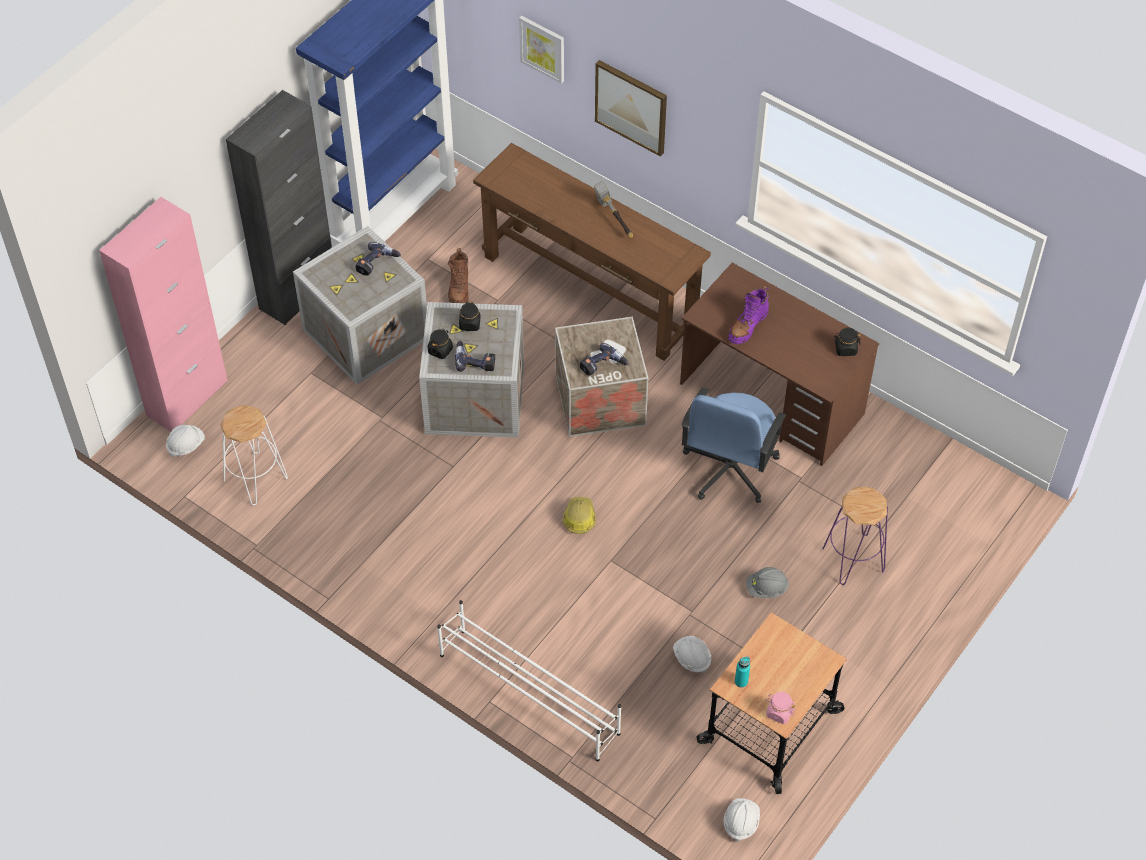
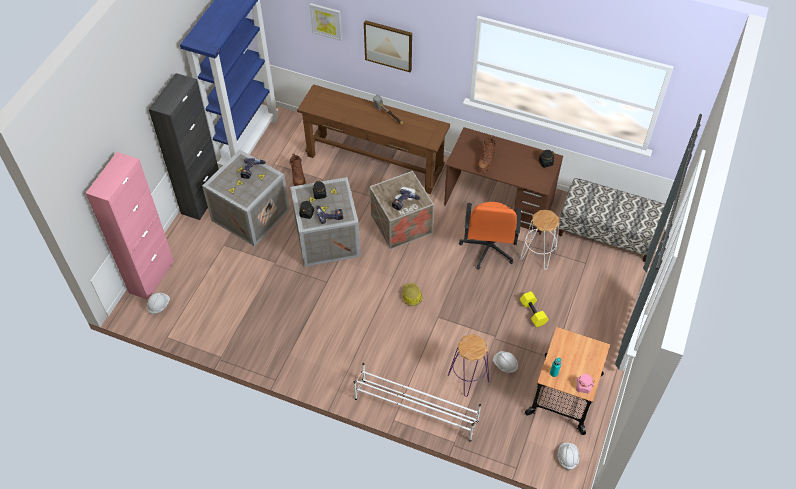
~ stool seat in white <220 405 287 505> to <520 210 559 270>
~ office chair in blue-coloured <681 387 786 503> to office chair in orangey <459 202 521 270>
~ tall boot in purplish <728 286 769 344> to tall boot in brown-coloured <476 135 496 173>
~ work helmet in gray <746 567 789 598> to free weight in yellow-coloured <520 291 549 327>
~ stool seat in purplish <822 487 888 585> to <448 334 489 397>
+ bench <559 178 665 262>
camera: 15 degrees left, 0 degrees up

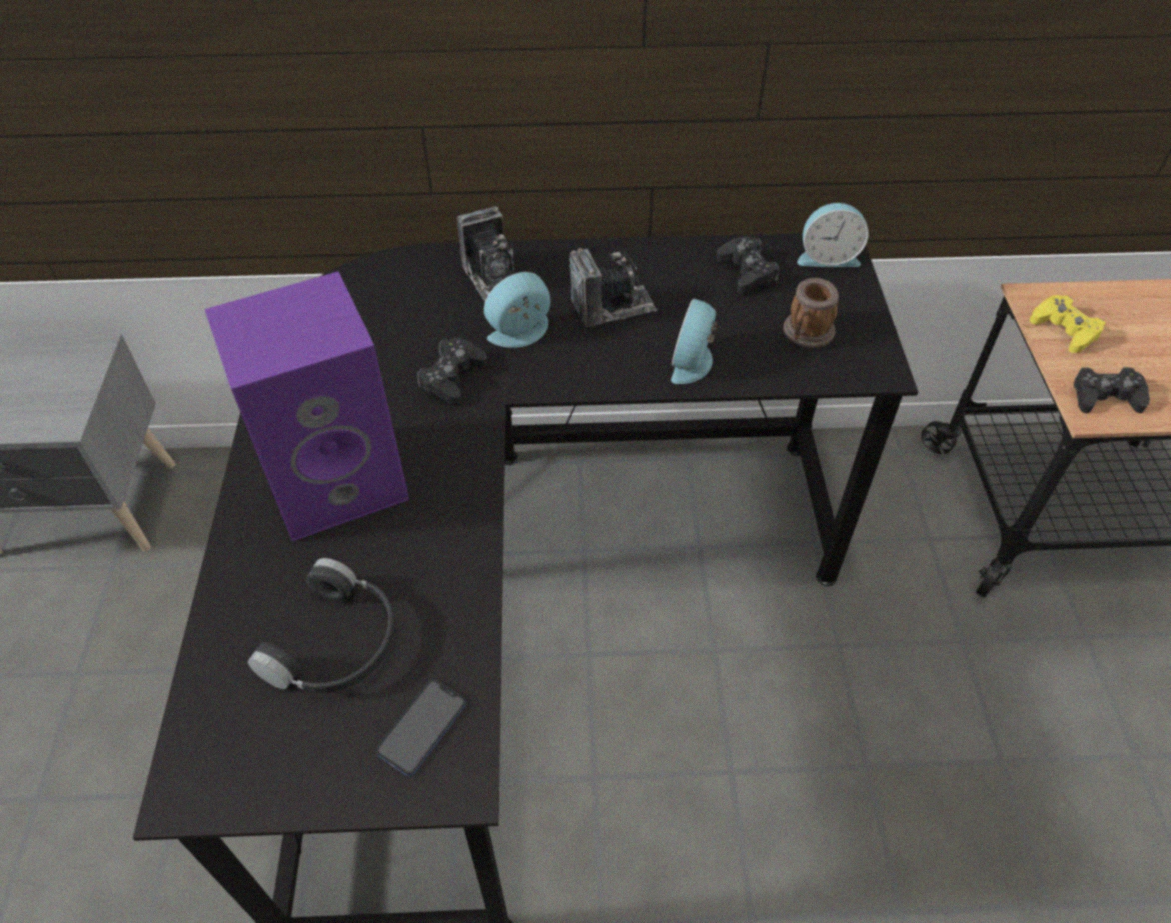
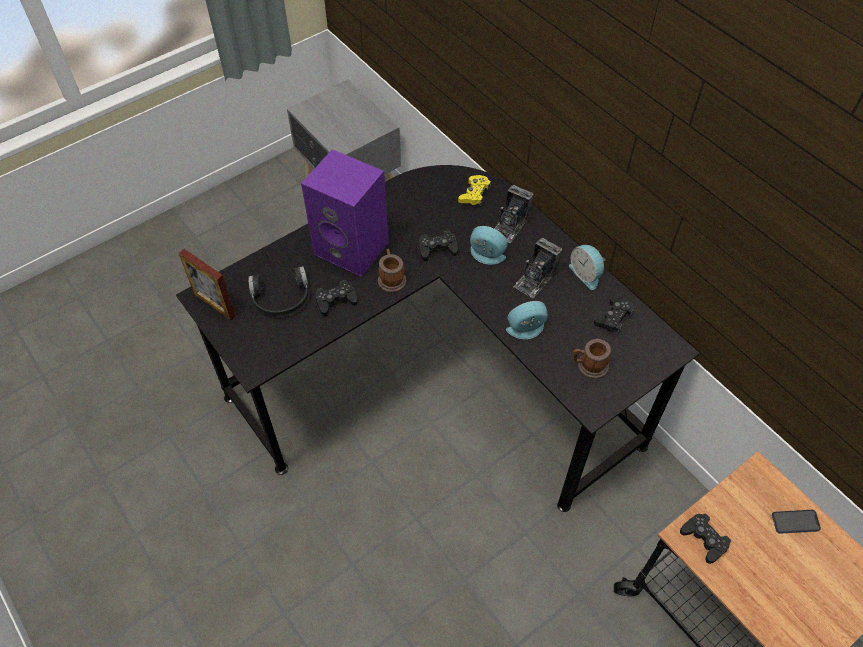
~ handset <376 679 466 776> to <772 510 821 534>
~ photo camera <569 248 657 327> = <513 238 562 298> 90 degrees clockwise
~ bedside clock <797 203 869 267> to <569 245 605 290>
~ gamepad in yellow-coloured <1030 295 1106 353> to <458 175 491 207>
+ picture frame <179 249 236 320>
+ gamepad in black <315 280 358 316>
+ coffee mug <378 249 407 293>
camera: 55 degrees right, 5 degrees up

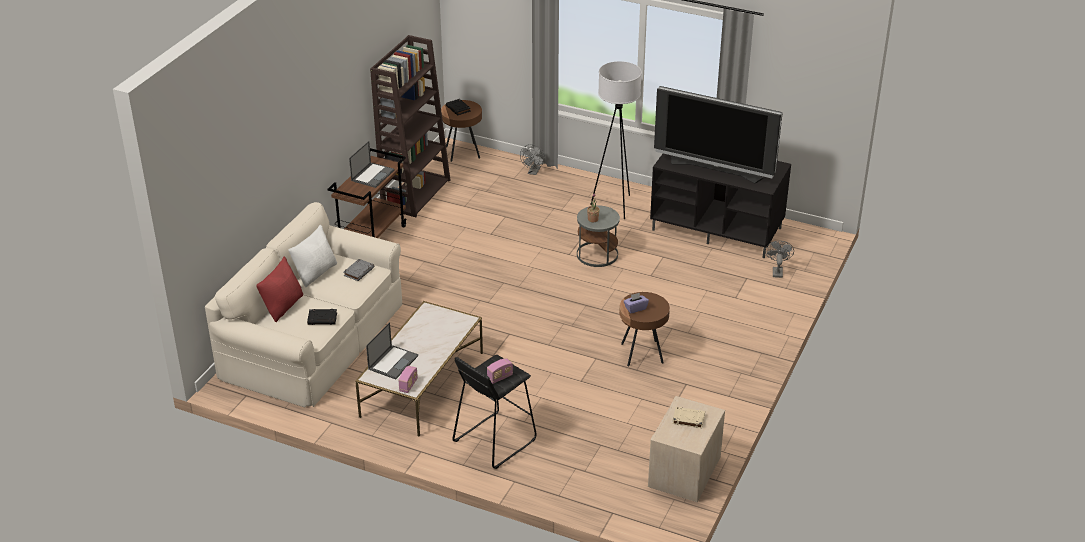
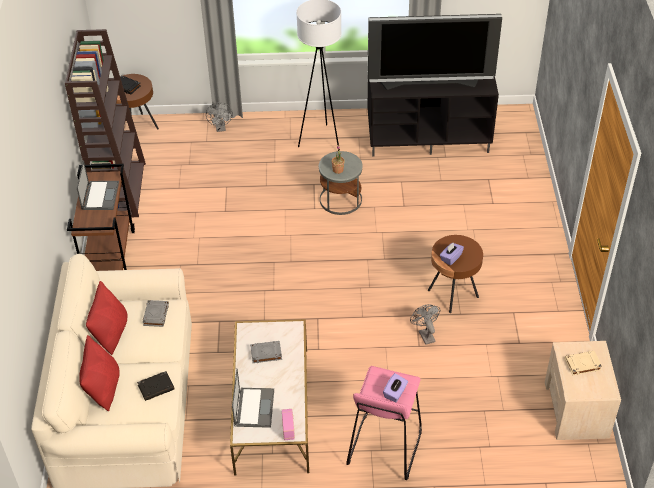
~ throw pillow in white <289 225 337 287> to throw pillow in red-coloured <86 281 127 355>
~ stool seat in black <453 355 537 469> to stool seat in pink <346 366 422 480>
~ radio receiver <487 358 513 384> to box of tissues in purplish <383 373 408 402>
~ electric fan in gray <765 241 794 278> to <410 304 440 345>
+ bound book in gray <250 341 282 363>
camera: 25 degrees left, 10 degrees up

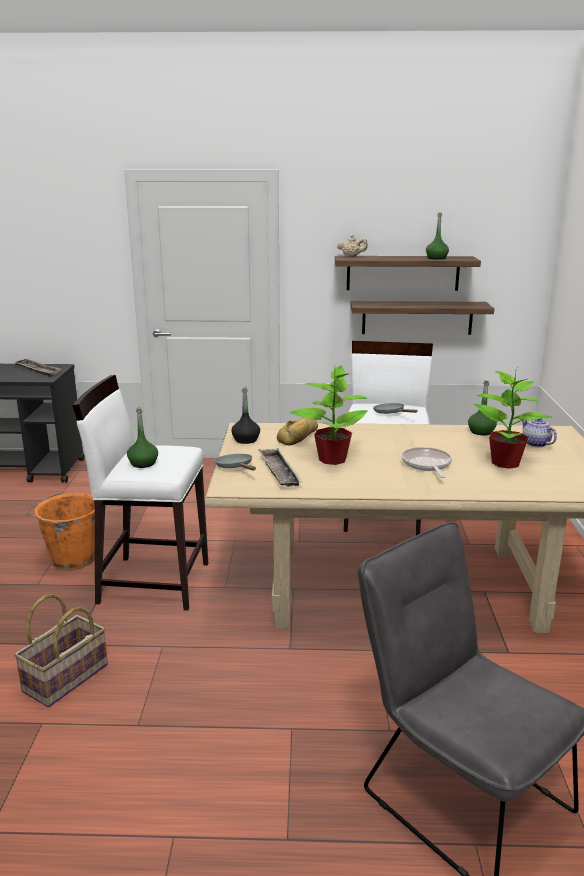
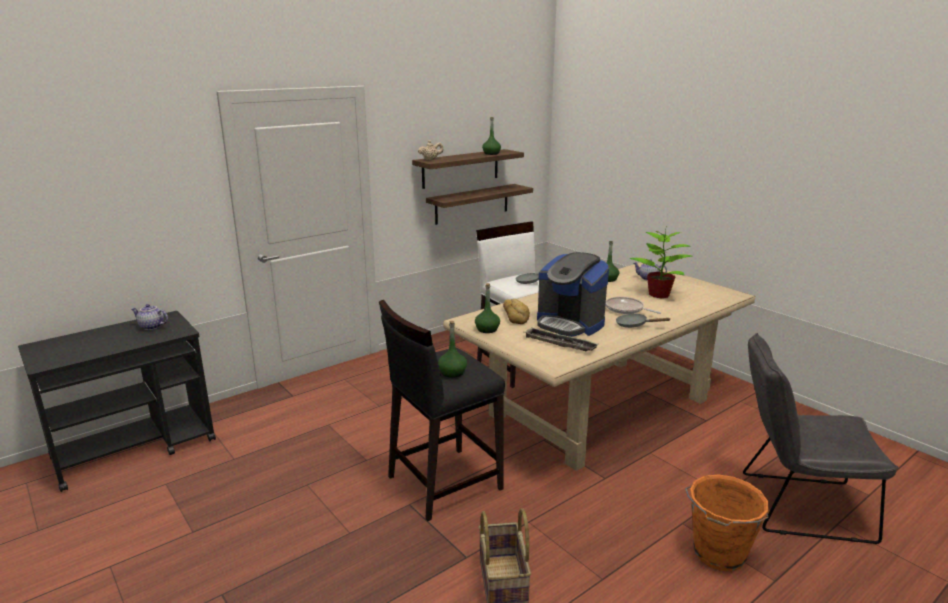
~ tray <13 359 61 377> to teapot <132 304 168 330>
~ bucket in orangey <26 493 95 571> to <685 474 769 571>
~ stool seat in white <72 375 208 611> to stool seat in black <379 300 505 521>
~ skillet in gray <214 454 256 470> to <616 314 671 328>
~ beverage bottle in black <231 387 260 444> to beverage bottle in green <475 283 500 333>
~ houseplant <290 366 368 465> to coffee machine <537 252 609 337>
camera: 40 degrees left, 0 degrees up

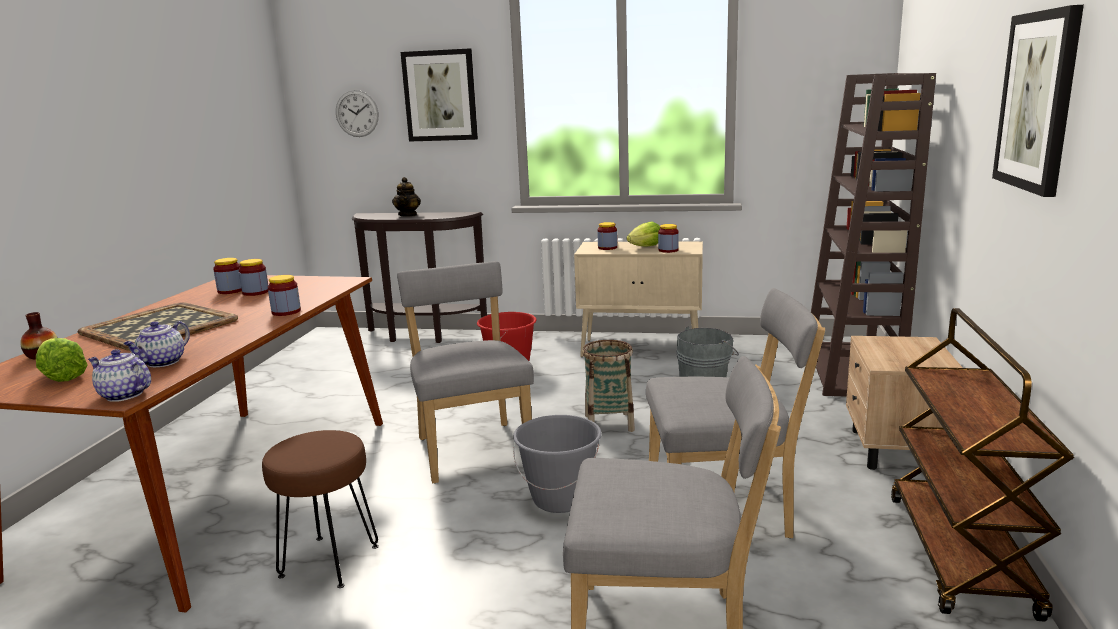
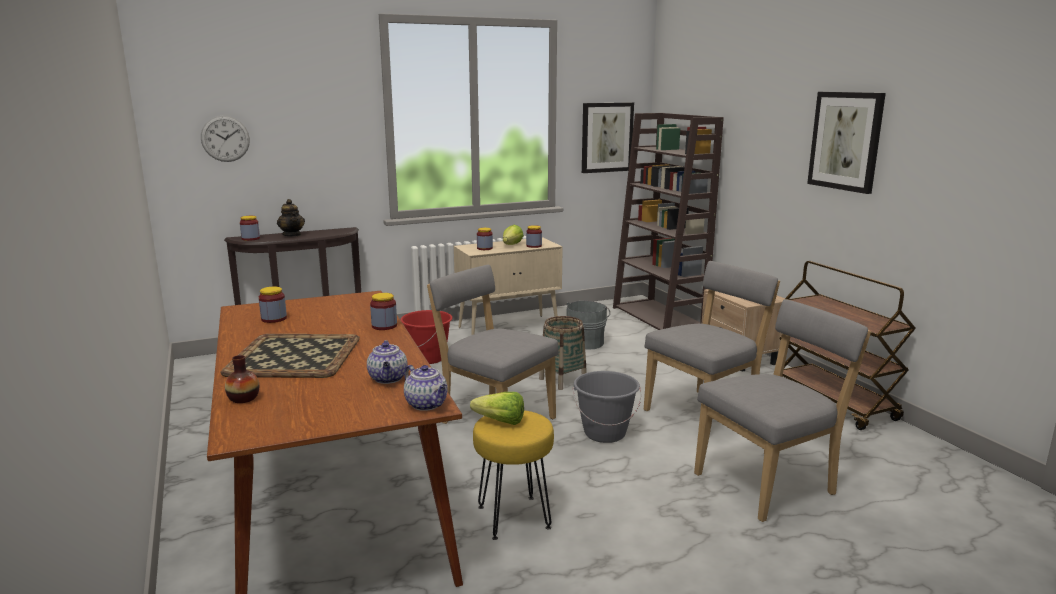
~ head of lettuce <36 338 88 382> to <470 392 524 425>
~ teapot <88 349 151 402> = <404 365 448 411> 120 degrees counterclockwise
~ preserve jar <239 259 268 296> to <240 216 260 241>
~ stool seat in brown-coloured <262 430 379 588> to stool seat in yellow-coloured <473 410 554 540>
~ wall picture <401 48 478 142> to <582 102 634 173>
camera: 35 degrees left, 0 degrees up

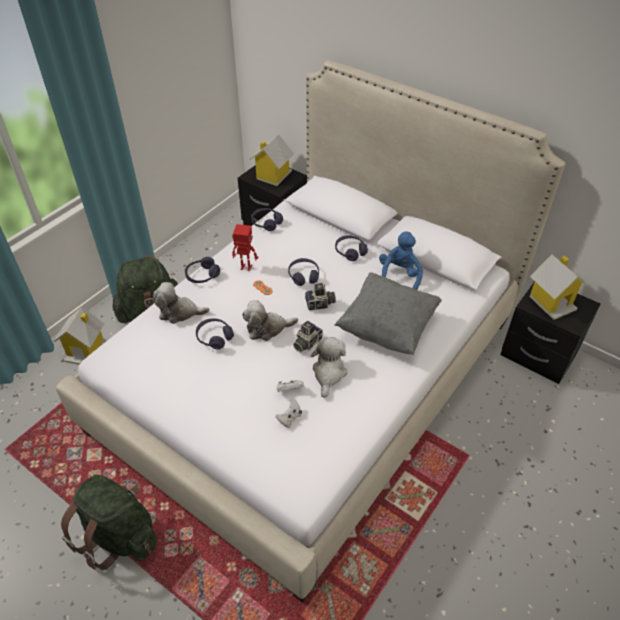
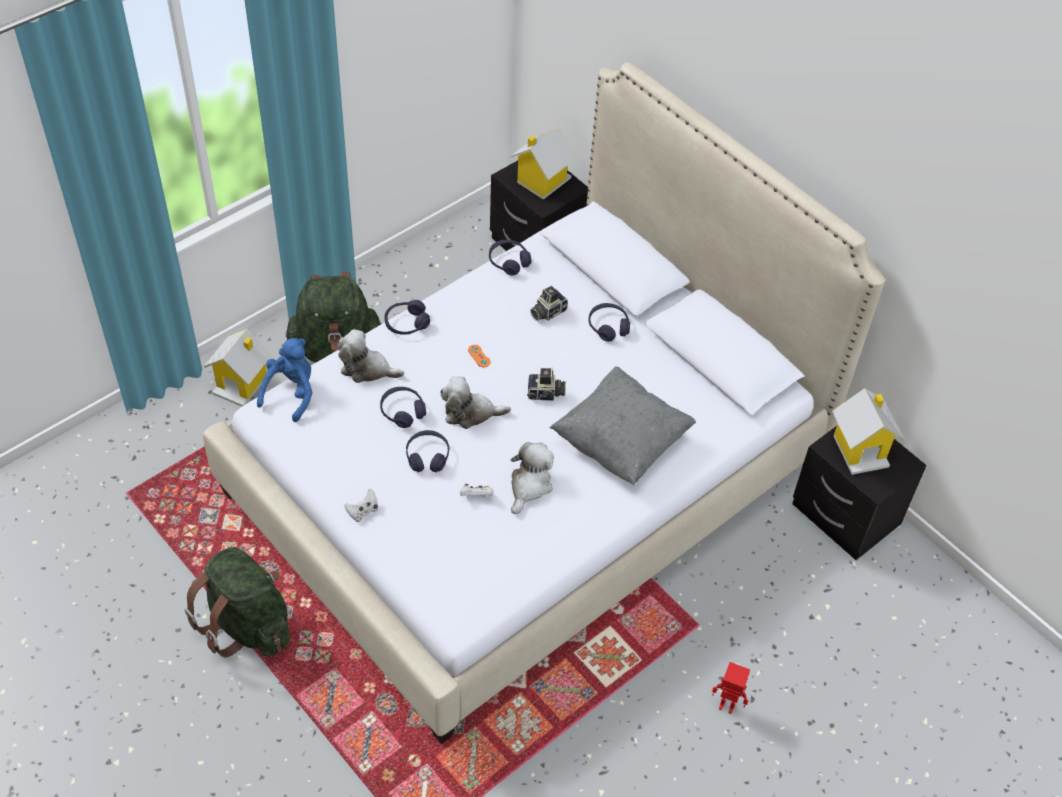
~ robot figure <232 224 258 271> to <712 662 750 714>
~ gamepad in white <275 398 302 428> to <344 489 378 522>
~ headphones in purplish <288 258 319 286> to <406 430 449 472>
~ photo camera <293 321 323 352> to <530 286 568 321>
~ cuddly toy in blue-coloured <379 231 423 290> to <257 338 312 422>
camera: 10 degrees right, 5 degrees up

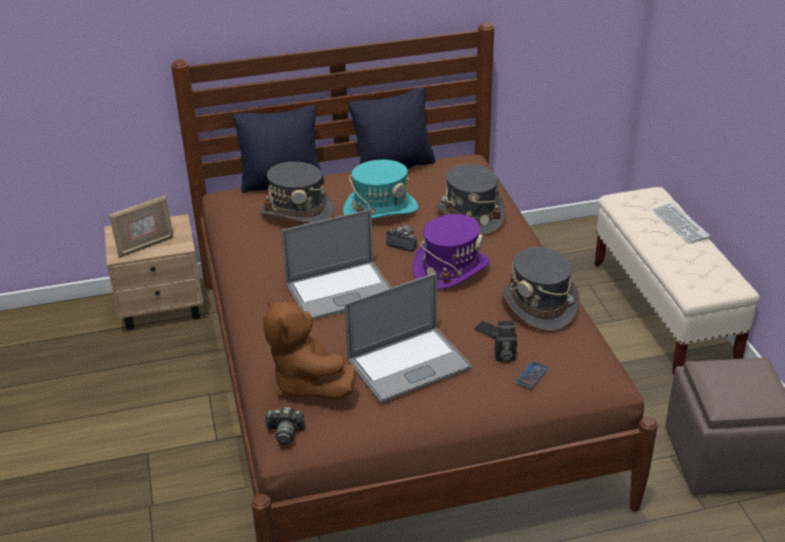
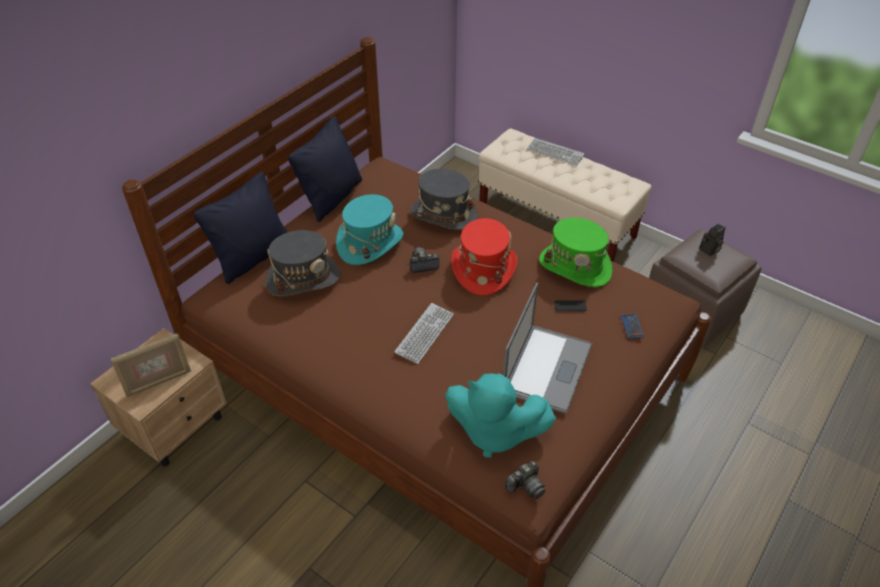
~ picture frame <109 195 174 258> = <111 334 191 397> 45 degrees clockwise
~ cuddly toy in brown-coloured <263 297 356 400> to cuddly toy in turquoise-coloured <445 373 556 457>
~ laptop <281 209 391 320> to computer keyboard <394 303 454 364>
~ clothing hat in purplish <413 214 490 290> to clothing hat in red-coloured <451 218 517 296>
~ photo camera <492 321 517 361> to <699 224 726 256>
~ clothing hat in gray <501 247 580 332> to clothing hat in green <539 218 612 287>
camera: 40 degrees left, 10 degrees up

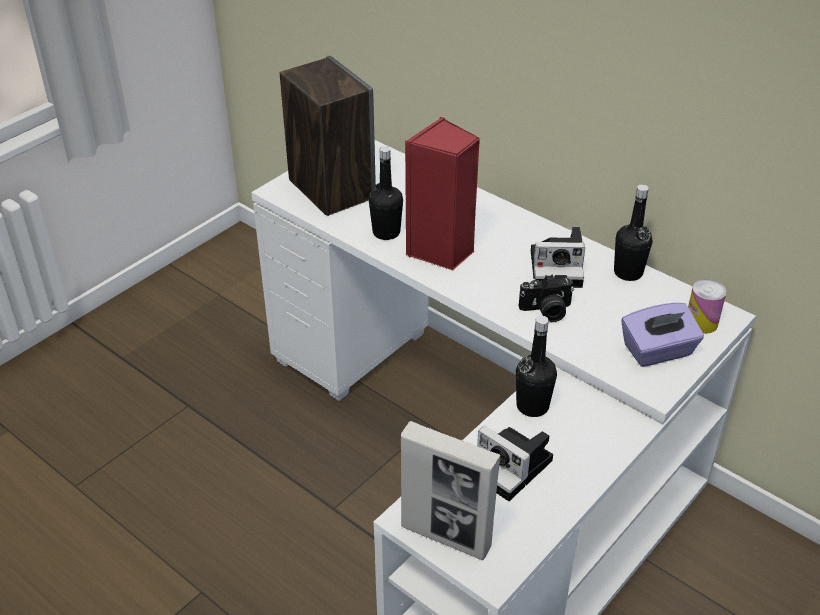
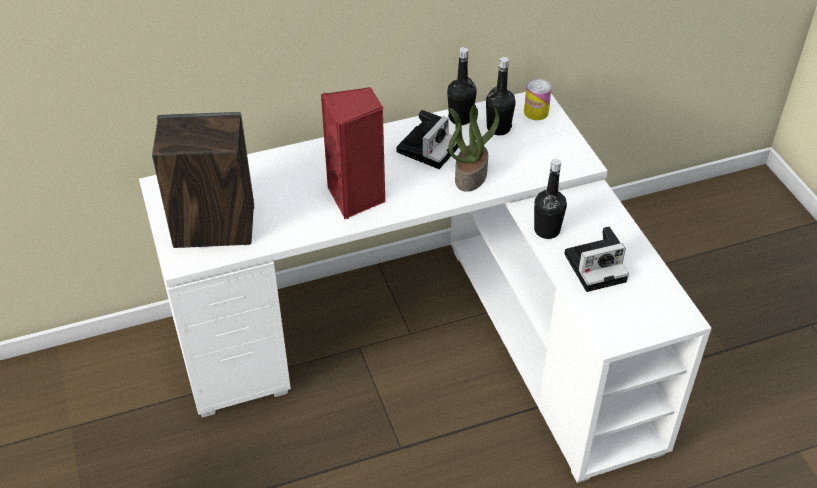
~ beverage bottle in black <369 146 403 240> to <486 57 516 135>
- picture frame <401 421 501 560>
~ photo camera <519 275 574 322> to houseplant <448 105 499 192>
- box of tissues in purplish <622 302 704 367>
camera: 60 degrees left, 5 degrees up

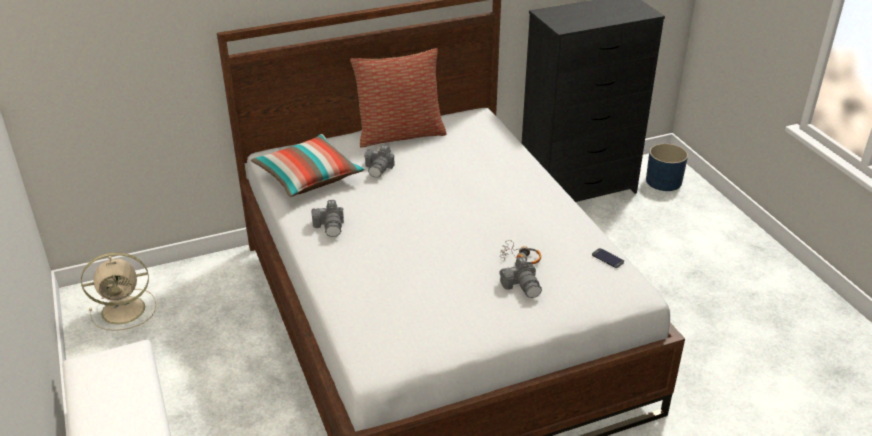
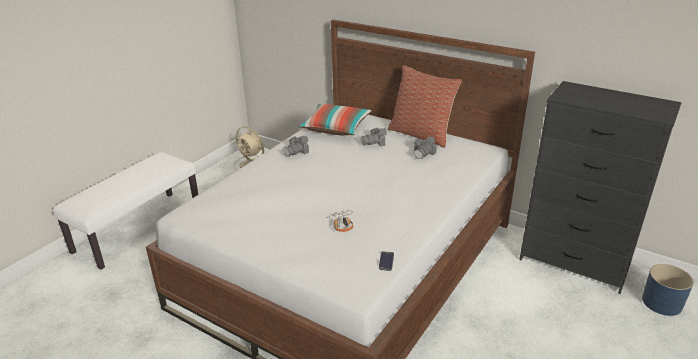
~ photo camera <499 257 542 298> to <414 137 437 159>
camera: 55 degrees right, 5 degrees down

